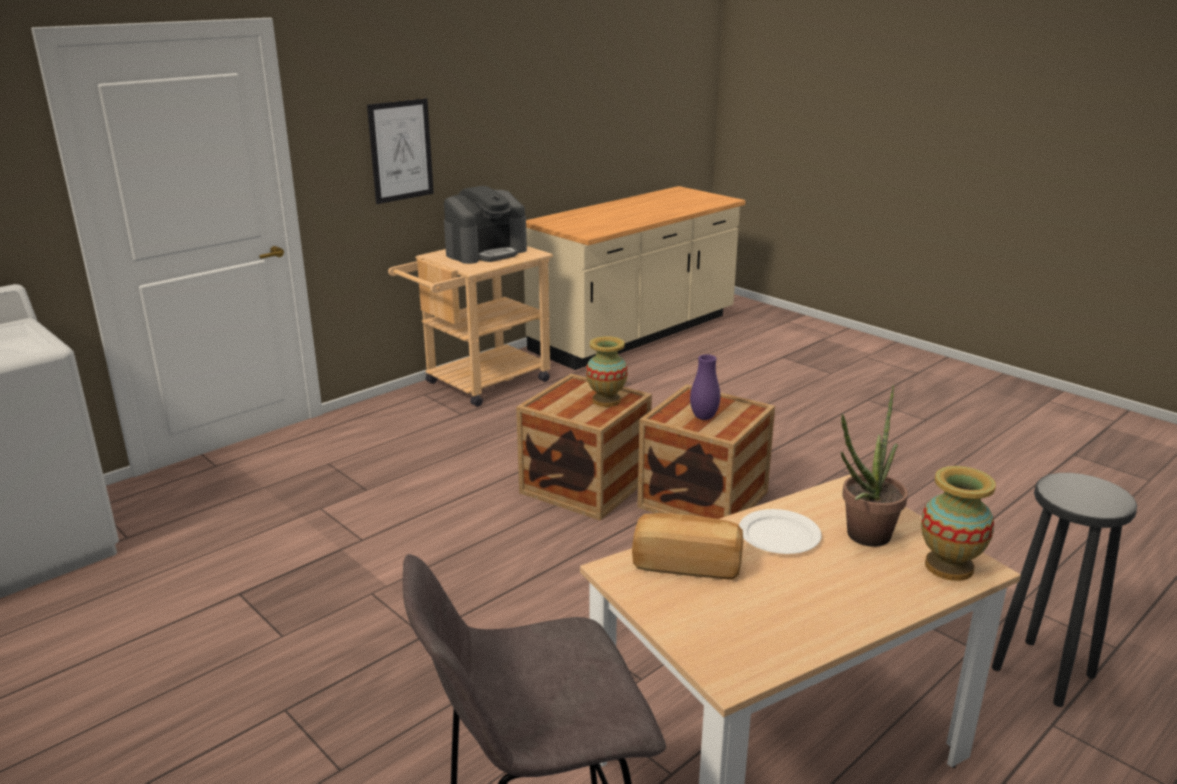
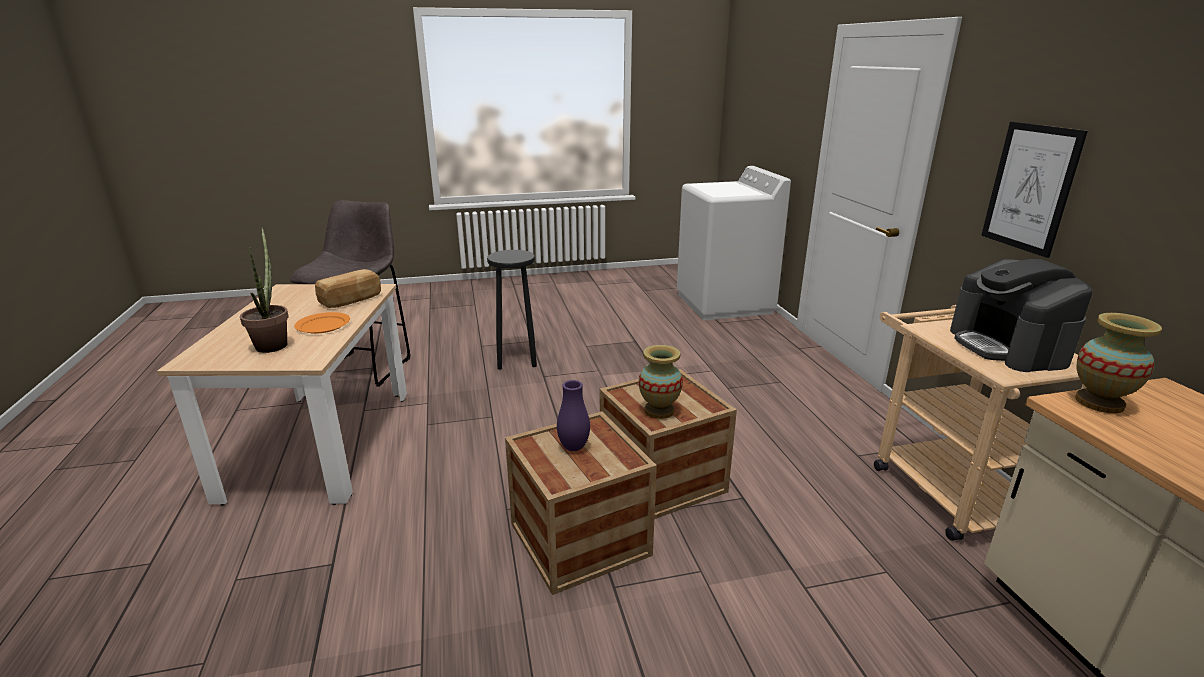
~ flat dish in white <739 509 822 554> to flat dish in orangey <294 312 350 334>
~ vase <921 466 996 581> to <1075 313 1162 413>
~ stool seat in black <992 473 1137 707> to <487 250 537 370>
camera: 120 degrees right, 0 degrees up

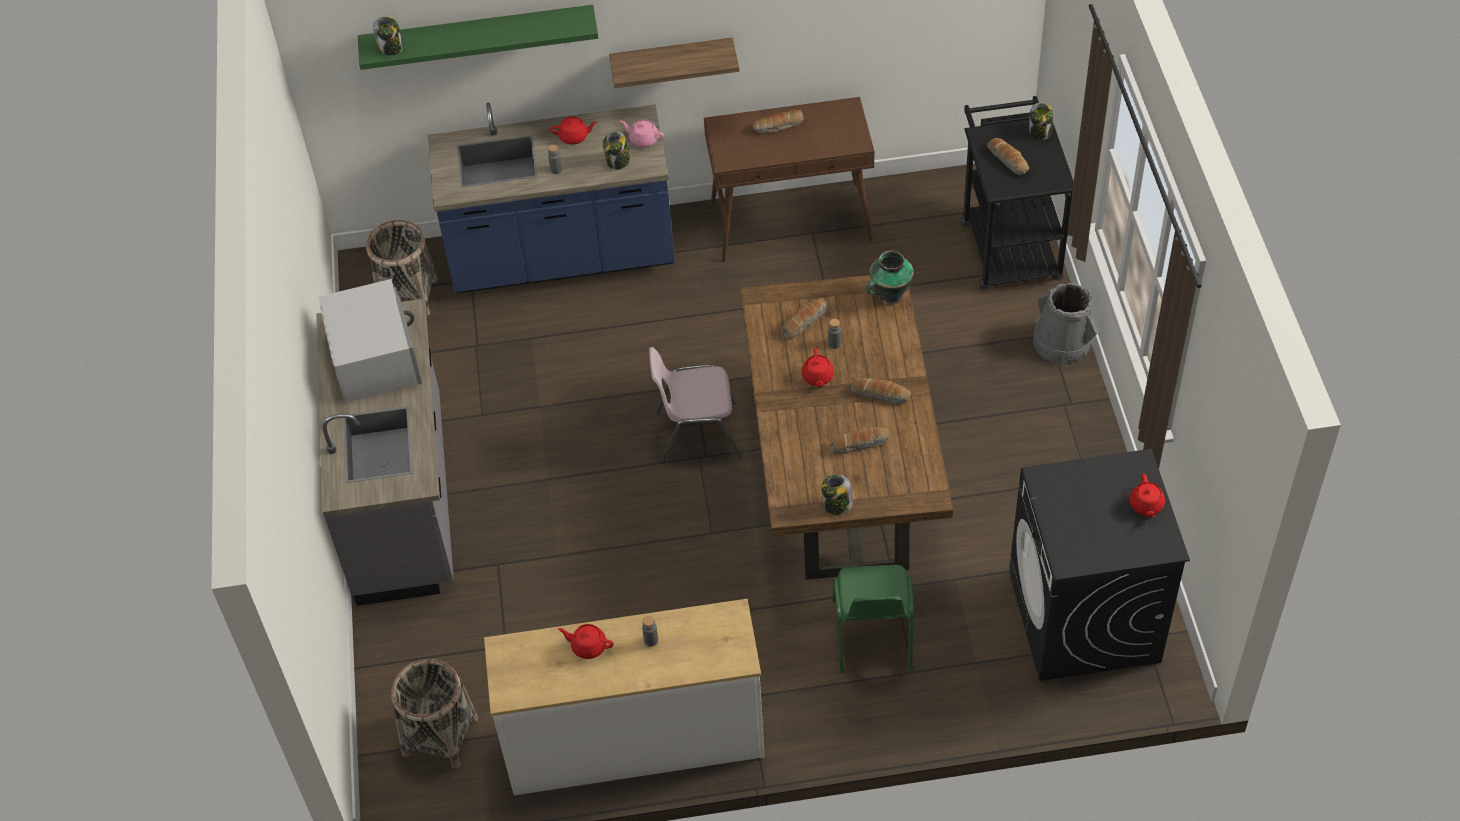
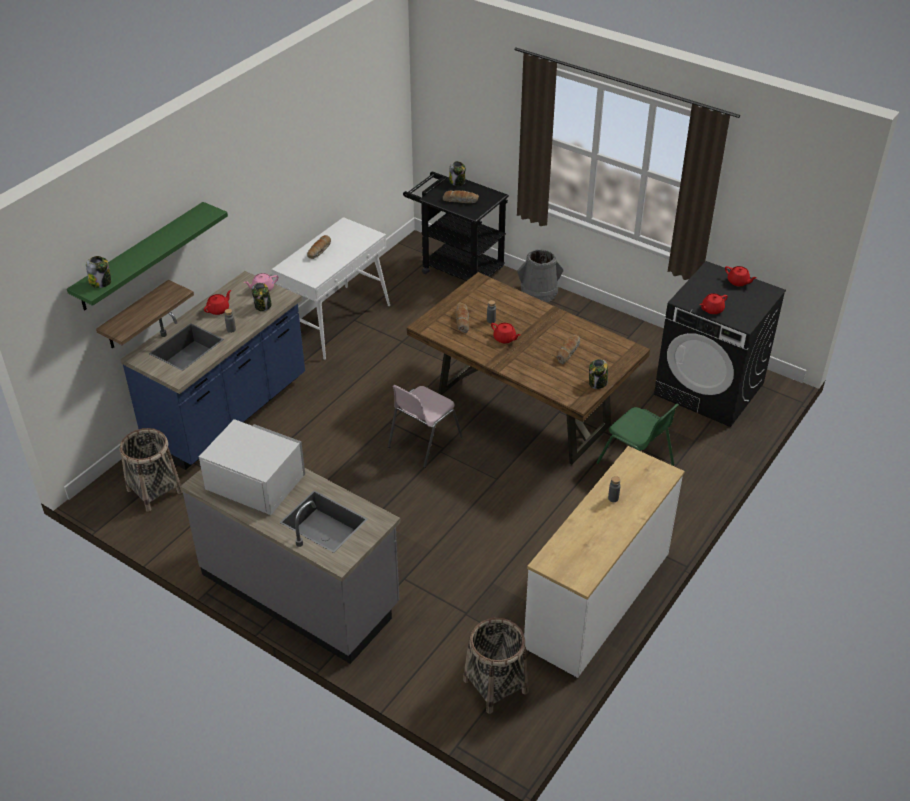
~ teapot in red-coloured <558 624 614 659> to <699 293 728 314>
~ bracket shelf <609 38 739 88> to <96 280 194 349>
~ console table in brown-coloured <704 97 875 262> to console table in white <272 217 390 360>
- bakery bread <851 378 911 404>
- vase <866 251 914 305>
camera: 50 degrees left, 10 degrees down

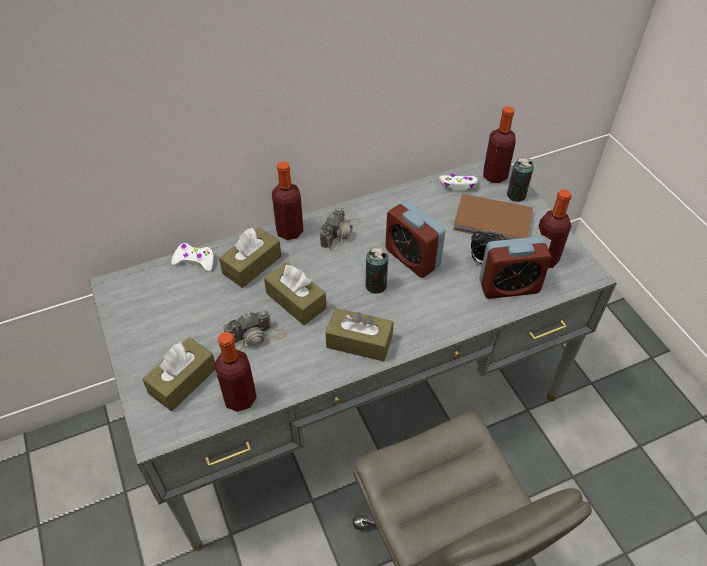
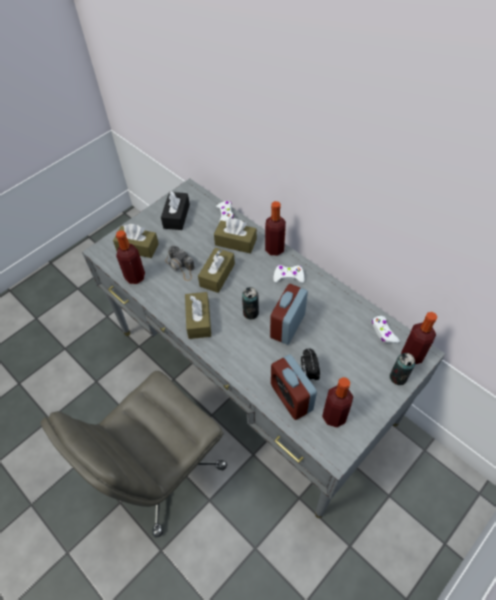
~ photo camera <320 207 361 252> to gamepad in white <273 265 304 283>
- bound book in brown-coloured <453 194 533 240>
+ box of tissues in black <161 191 190 230>
camera: 70 degrees right, 5 degrees up

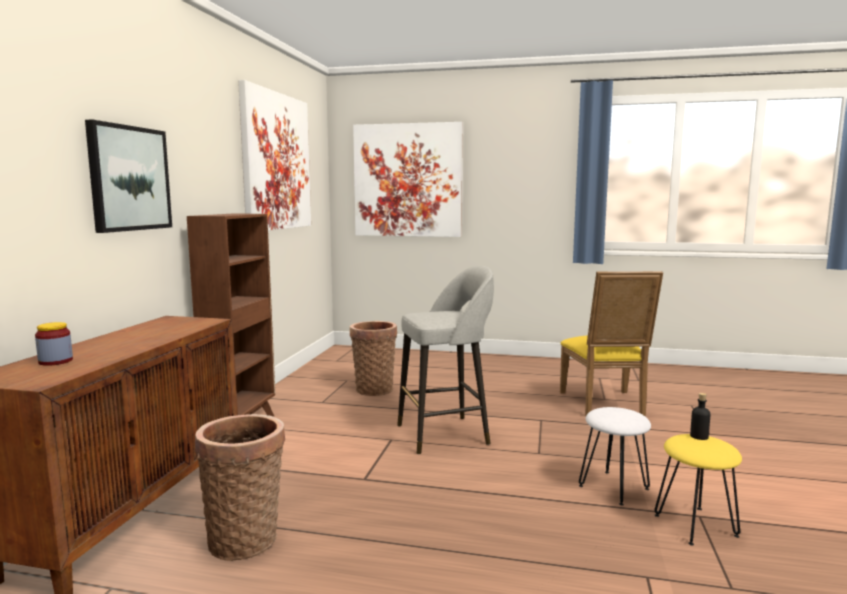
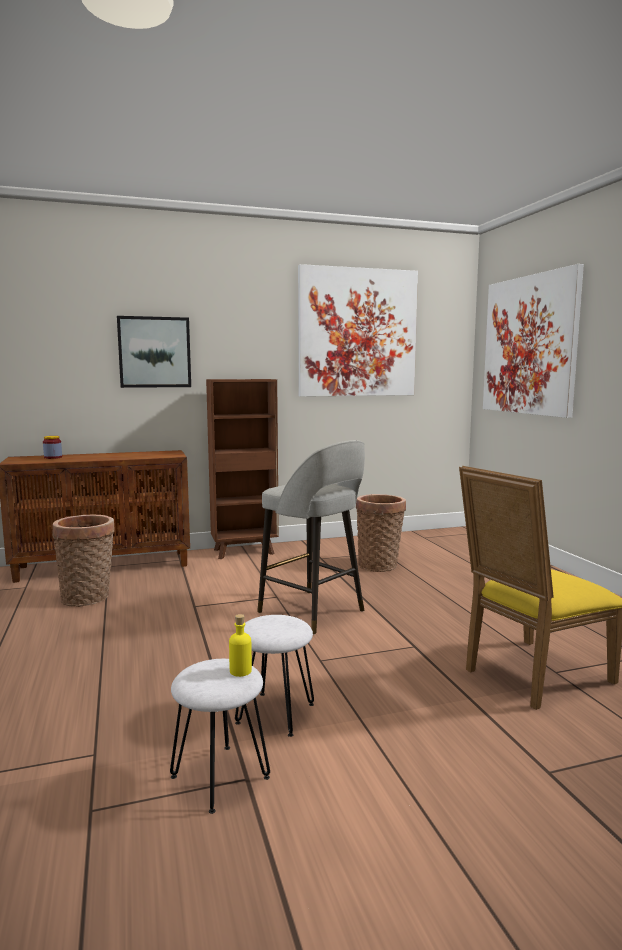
~ stool seat in yellow-coloured <654 434 742 546> to stool seat in white <170 659 270 814>
~ beverage bottle in black <690 393 710 440> to beverage bottle in yellow-coloured <229 614 252 677>
camera: 60 degrees right, 0 degrees up

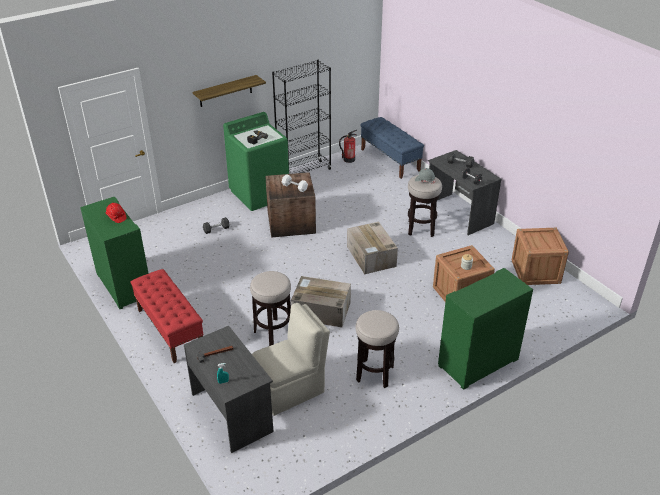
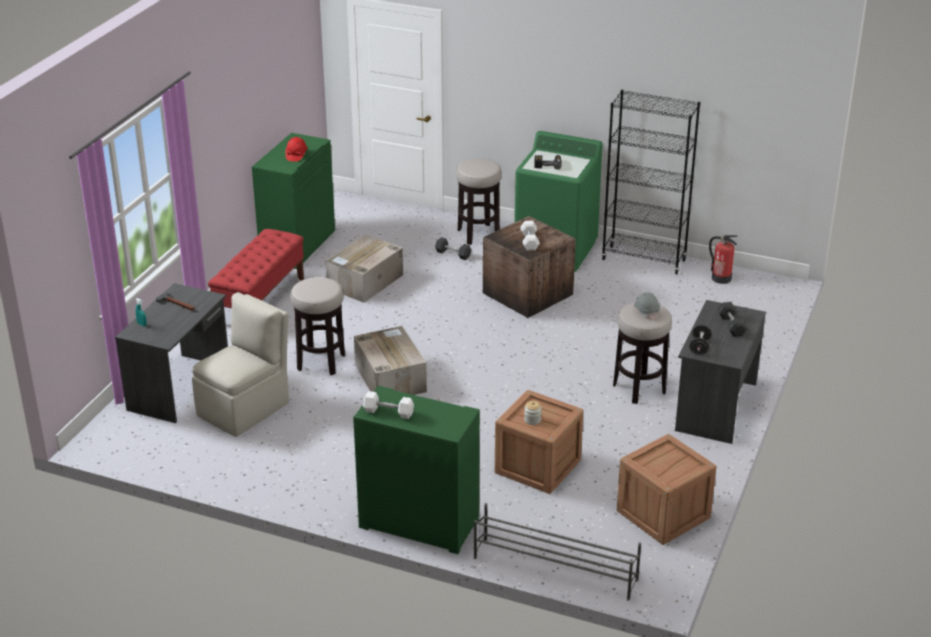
- bracket shelf <193 75 266 107>
~ plain chair in beige <252 303 330 416> = <192 292 289 437> 75 degrees counterclockwise
~ carton <347 222 398 274> to <325 235 403 303>
~ stool seat <356 310 399 388> to <456 158 502 245>
- bench in blue-coloured <360 117 424 179>
+ free weight in white <363 391 414 419>
+ shoe shelf in gray <474 503 641 601>
camera: 55 degrees right, 5 degrees down

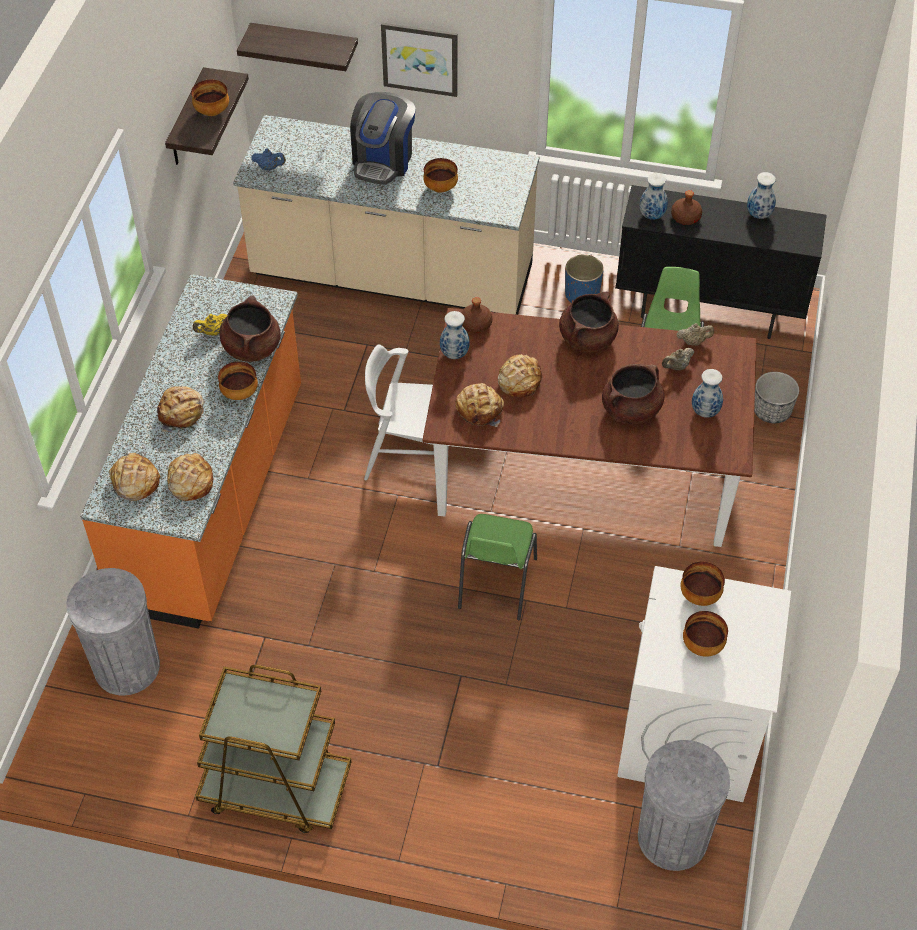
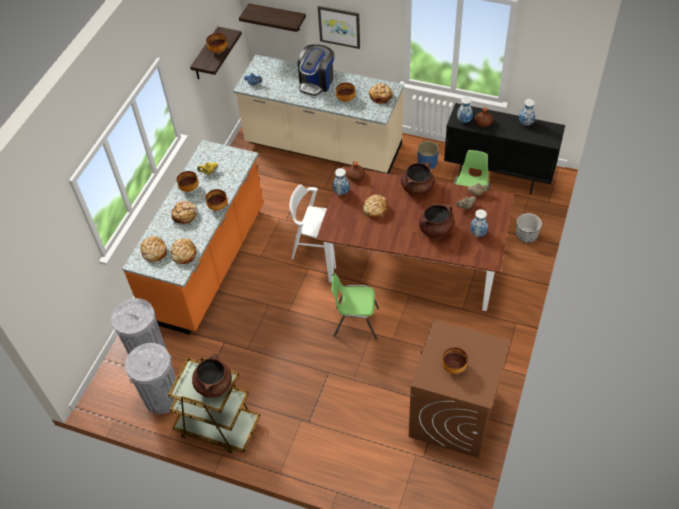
~ cooking pot in brown-coloured <219 295 281 362> to <192 354 232 398>
~ bakery bread <455 383 504 427> to <369 83 393 105>
~ plain chair in green <458 514 537 620> = <331 273 379 340> 75 degrees clockwise
~ laundry machine in white <617 566 791 802> to laundry machine in brown-coloured <409 320 510 458>
~ waste bin in gray <638 740 730 871> to <125 343 177 414>
~ serving bowl <681 561 725 606> to <177 171 199 192>
camera: 10 degrees right, 0 degrees up

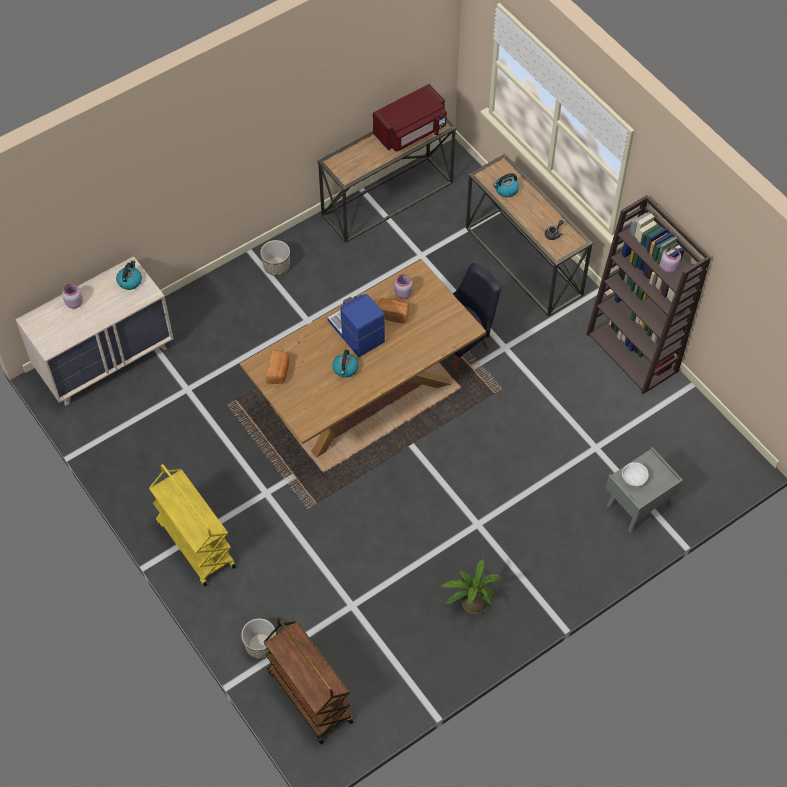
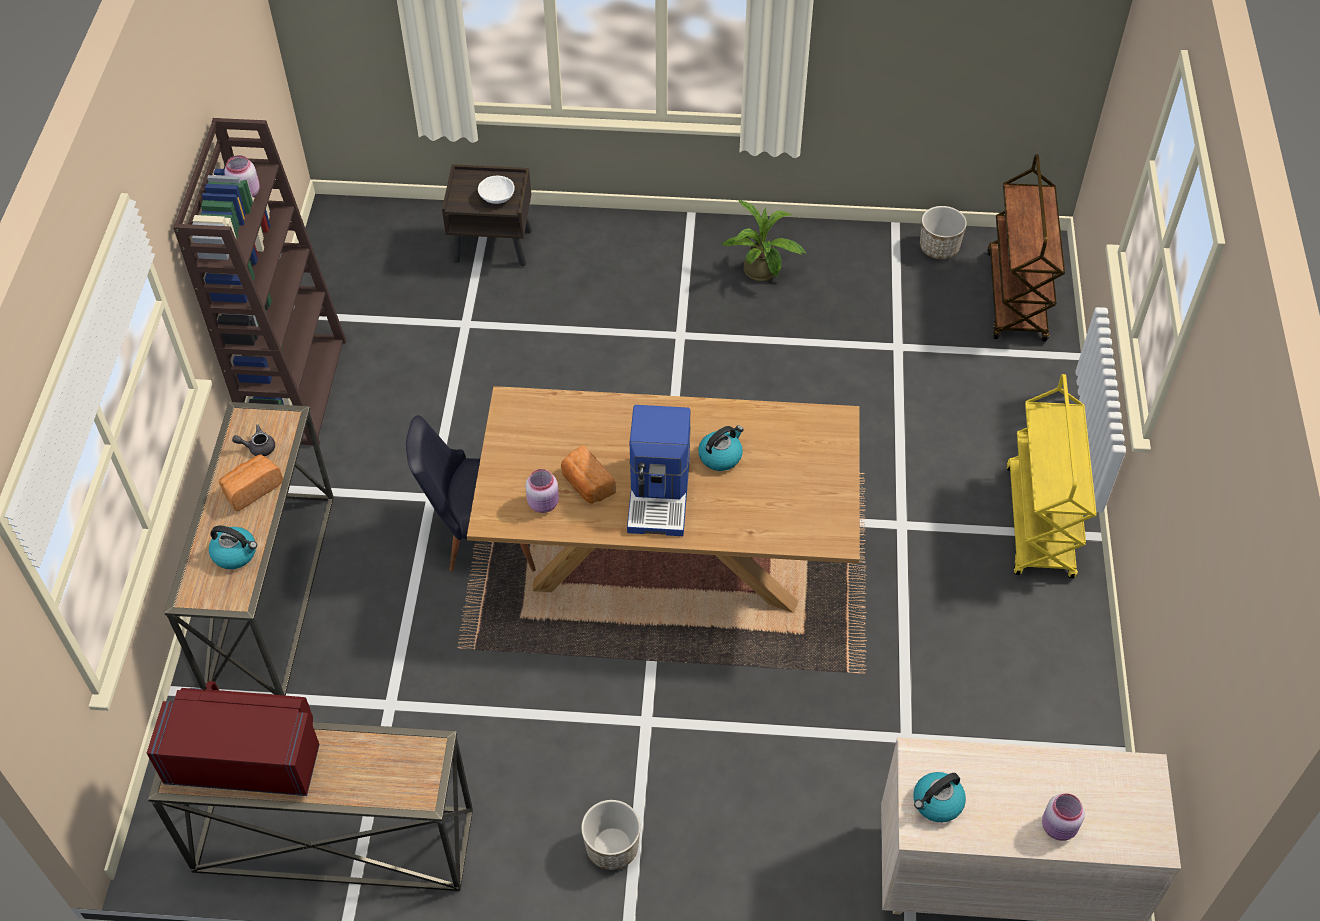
~ plant pot <241 618 276 659> to <920 206 967 259>
~ bakery bread <266 350 290 384> to <219 454 283 511>
~ nightstand in gray <606 447 683 533> to nightstand in brown-coloured <442 164 532 266>
camera: 140 degrees left, 5 degrees down

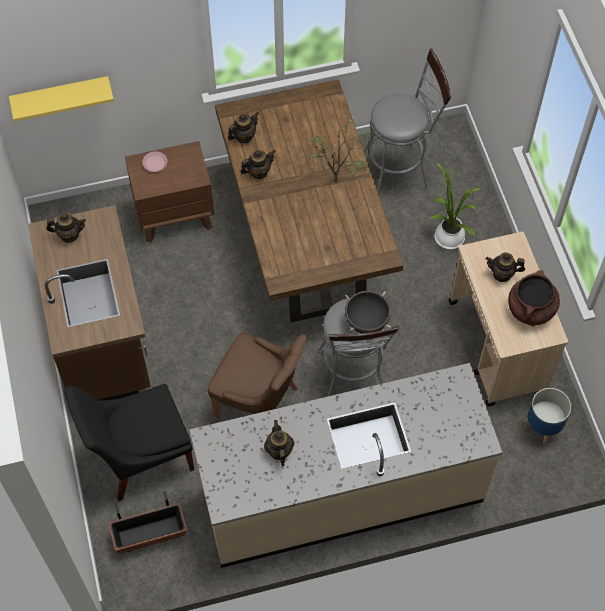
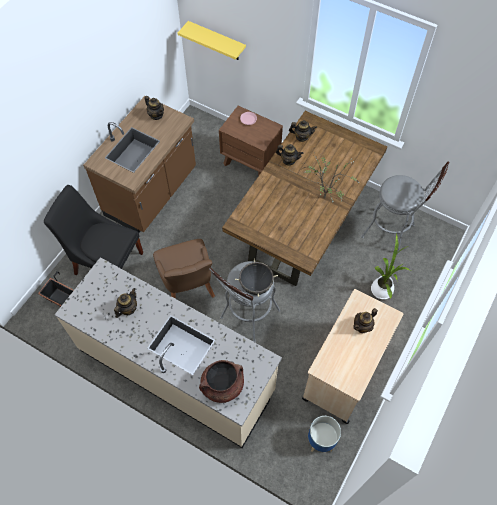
~ teapot <486 252 525 282> = <353 308 378 334> 90 degrees counterclockwise
~ cooking pot in brown-coloured <508 270 560 326> to <199 360 244 403>
camera: 45 degrees right, 0 degrees up

